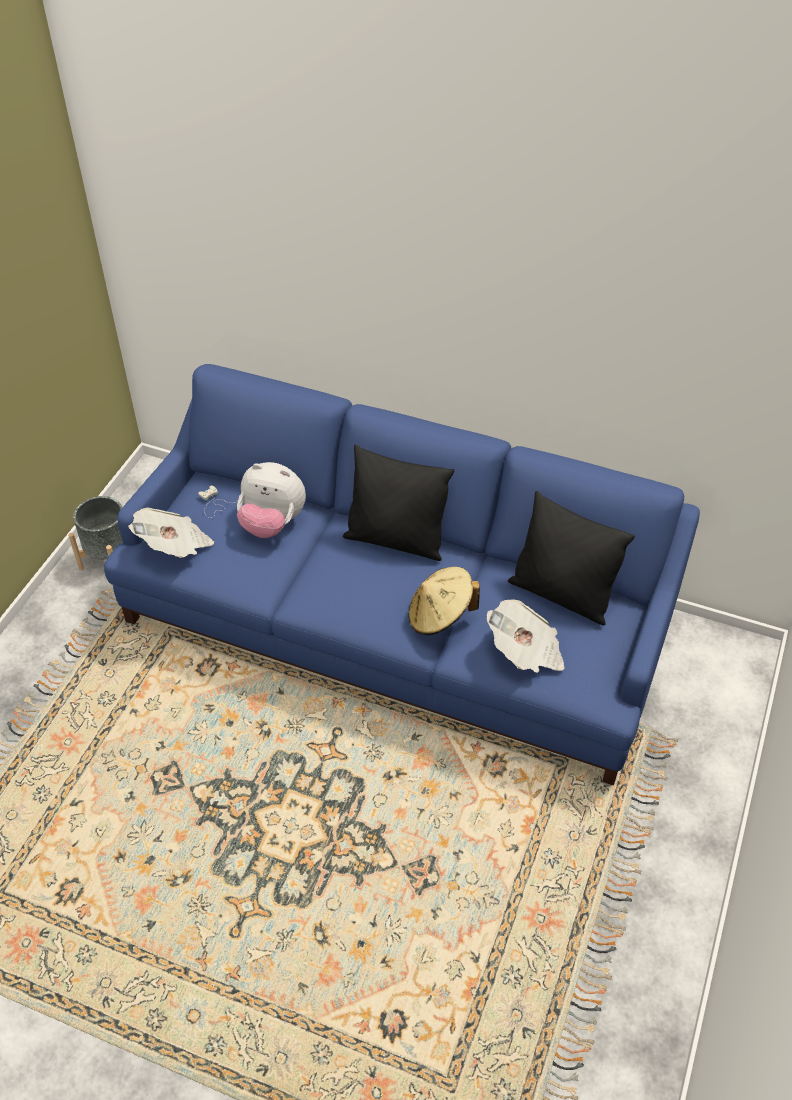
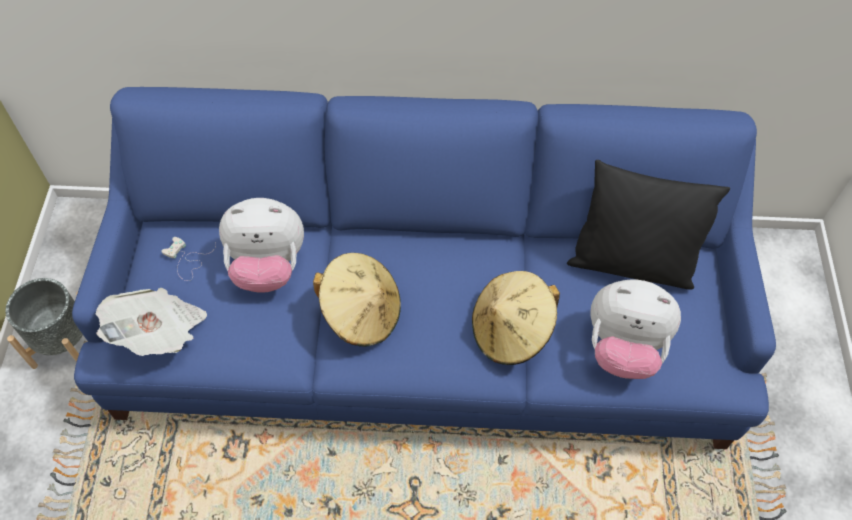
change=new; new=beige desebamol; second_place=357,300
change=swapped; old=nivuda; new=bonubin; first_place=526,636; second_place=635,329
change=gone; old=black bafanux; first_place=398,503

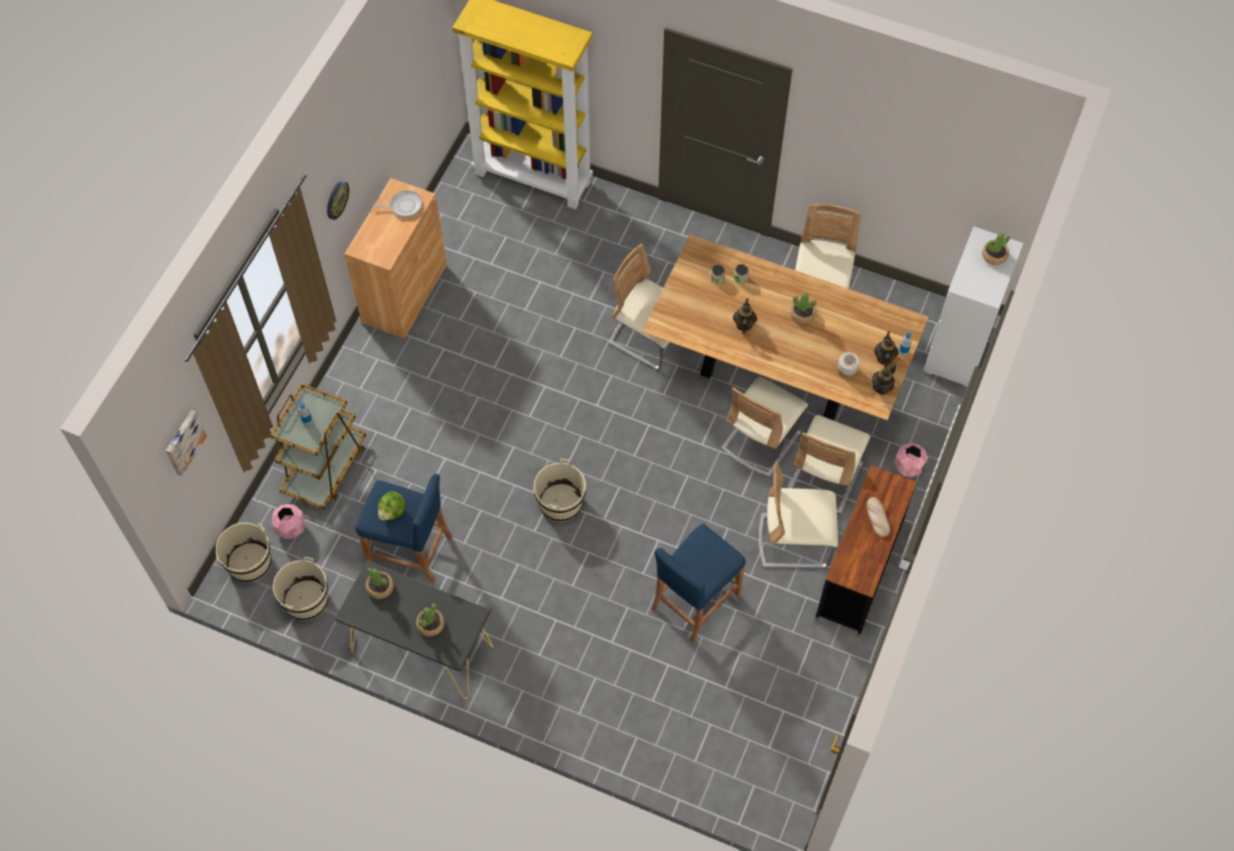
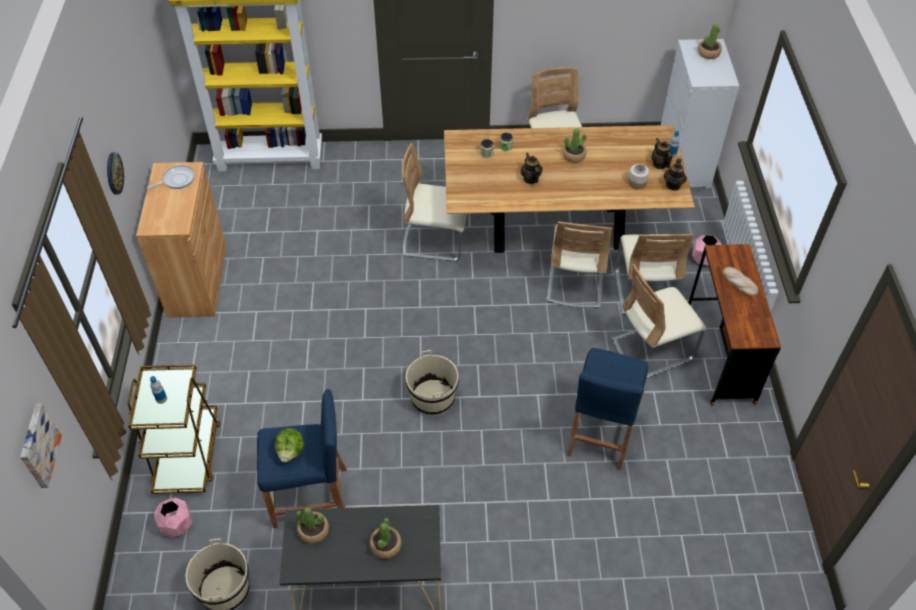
change=gone; old=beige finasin; first_place=243,553

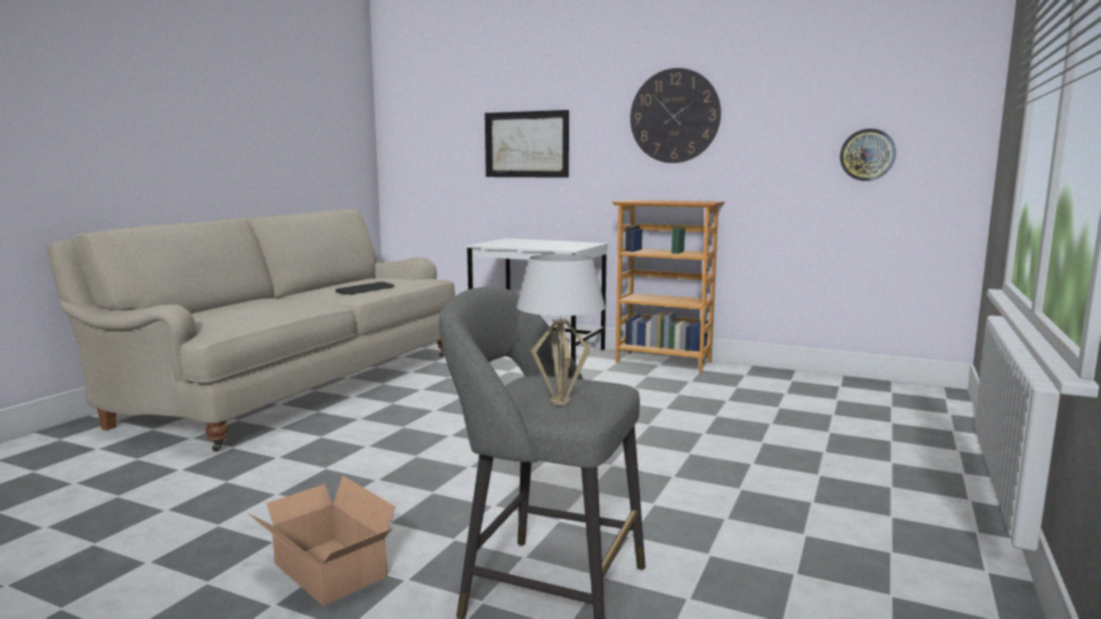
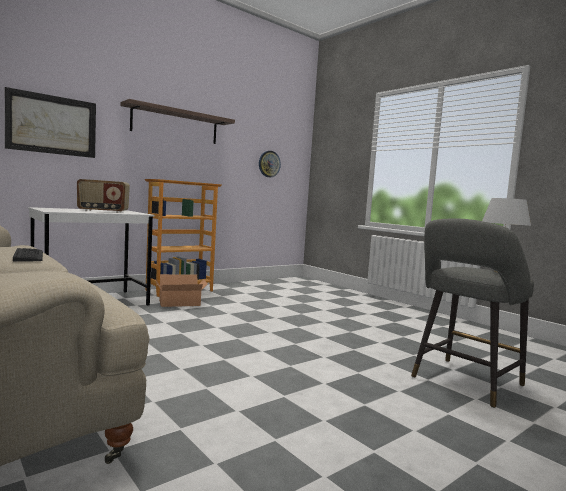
change=new; new=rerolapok; second_place=103,196
change=swapped; old=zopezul; new=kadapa; first_place=675,115; second_place=177,121
change=shifted; old=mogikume; first_place=321,541; second_place=181,290

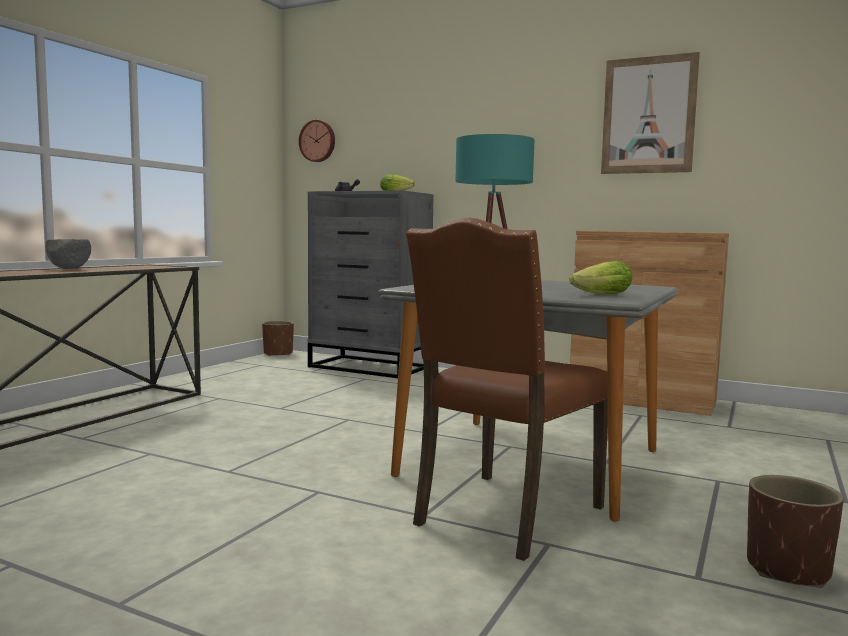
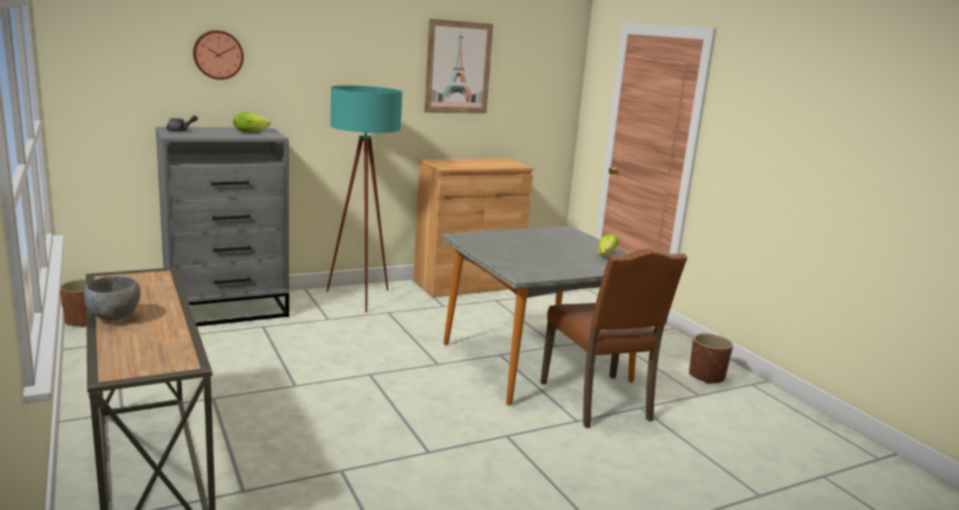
change=shifted; old=zopezul; first_place=317,141; second_place=218,55

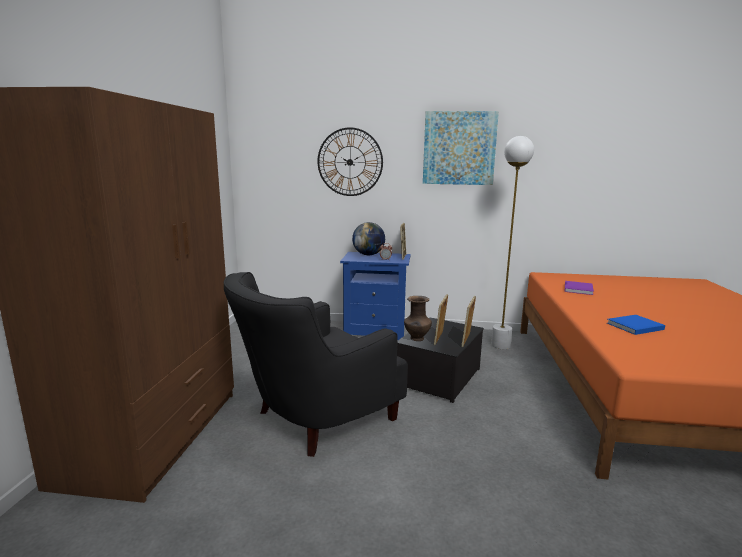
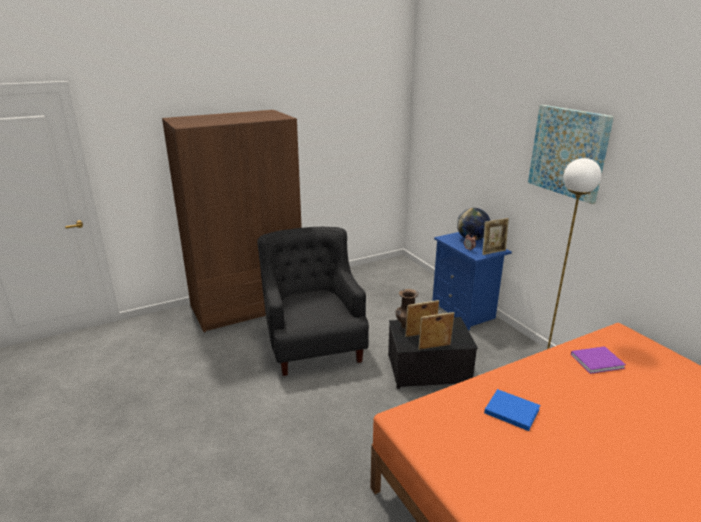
change=rotated; old=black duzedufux; first_place=316,364; second_place=313,301; degrees=60
change=gone; old=zopezul; first_place=350,161

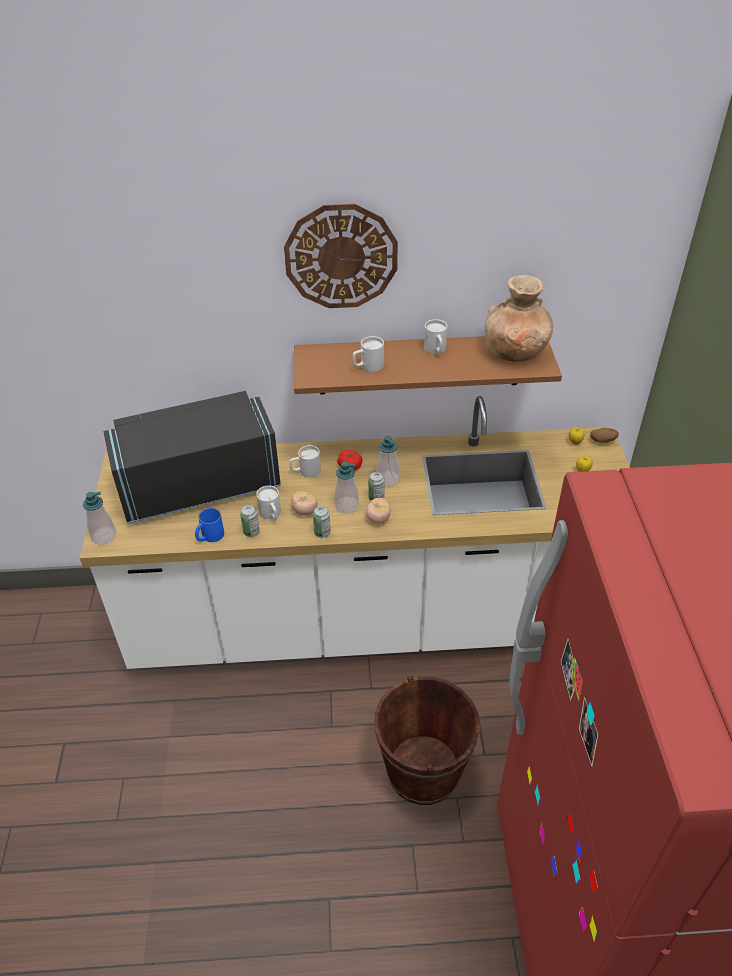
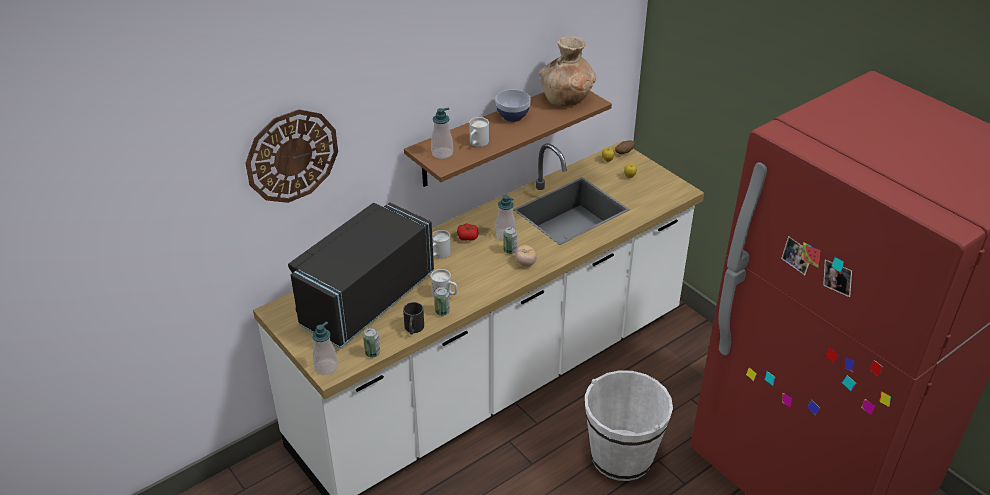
change=shifted; old=zopezul; first_place=341,256; second_place=291,156
change=shifted; old=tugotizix; first_place=322,522; second_place=371,342
change=repainted; old=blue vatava; new=black vatava; first_place=209,525; second_place=413,318
change=shifted; old=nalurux; first_place=347,487; second_place=442,133
change=swapped; old=white vatava; new=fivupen; first_place=435,336; second_place=513,106
change=repainted; old=brown finasin; new=white finasin; first_place=427,740; second_place=629,425
change=gone; old=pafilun; first_place=304,503

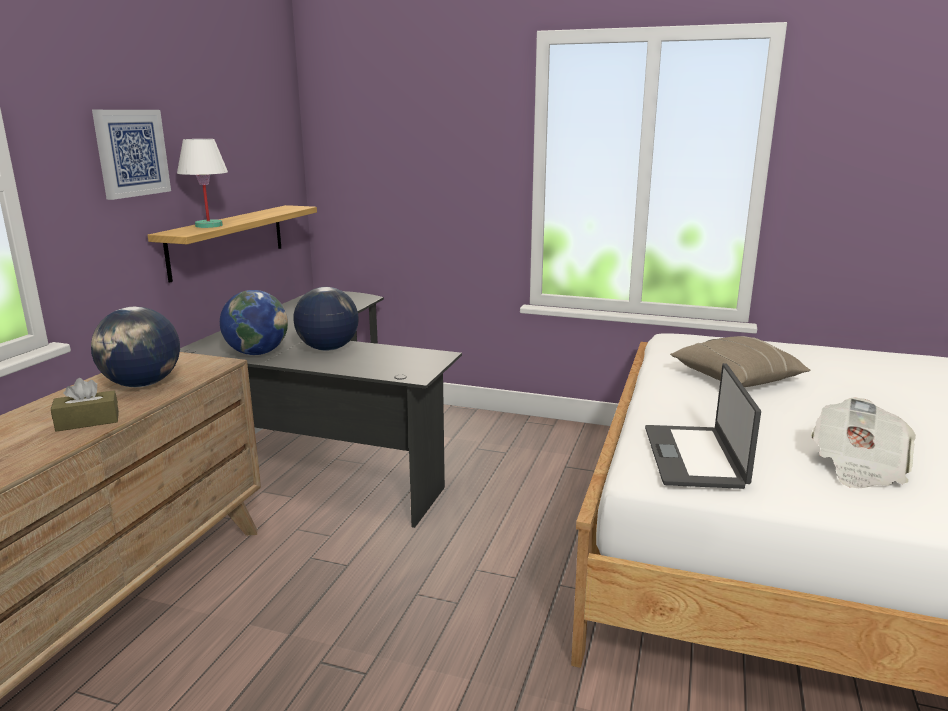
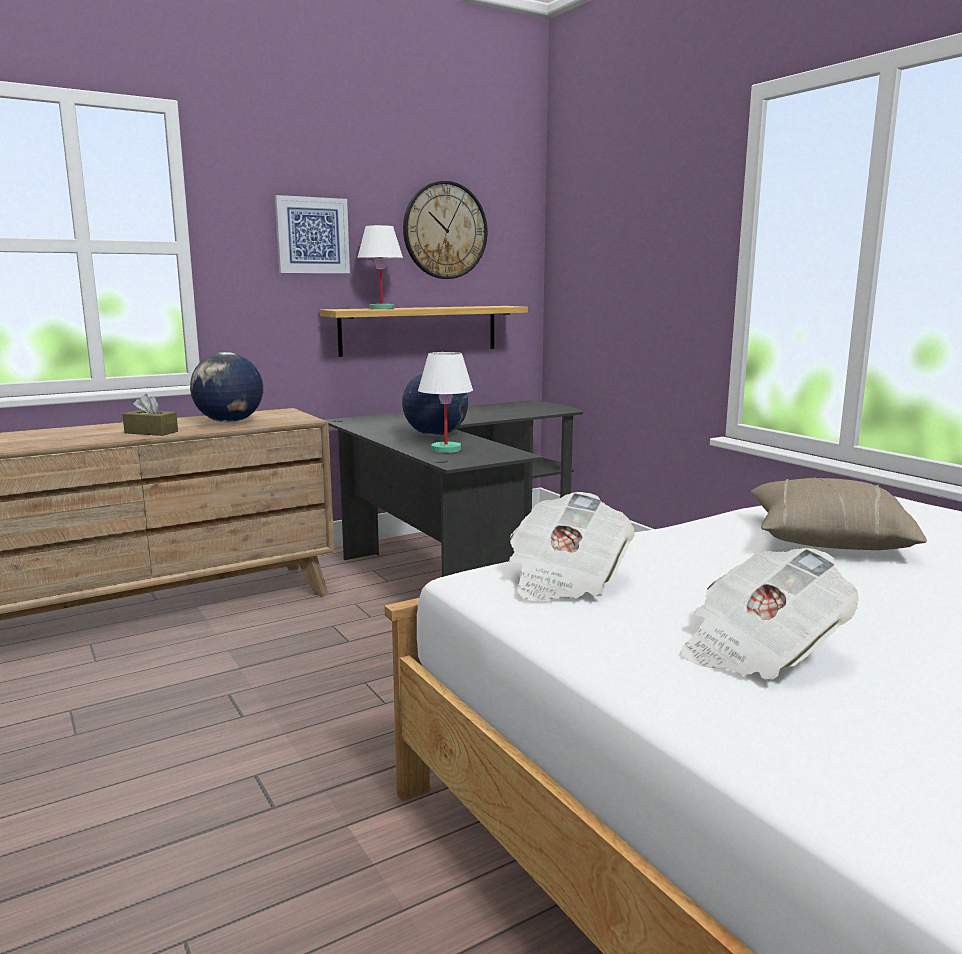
change=new; new=zopezul; second_place=445,230
change=new; new=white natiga; second_place=445,402
change=swapped; old=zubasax; new=nivuda; first_place=703,426; second_place=572,546
change=gone; old=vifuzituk; first_place=254,322

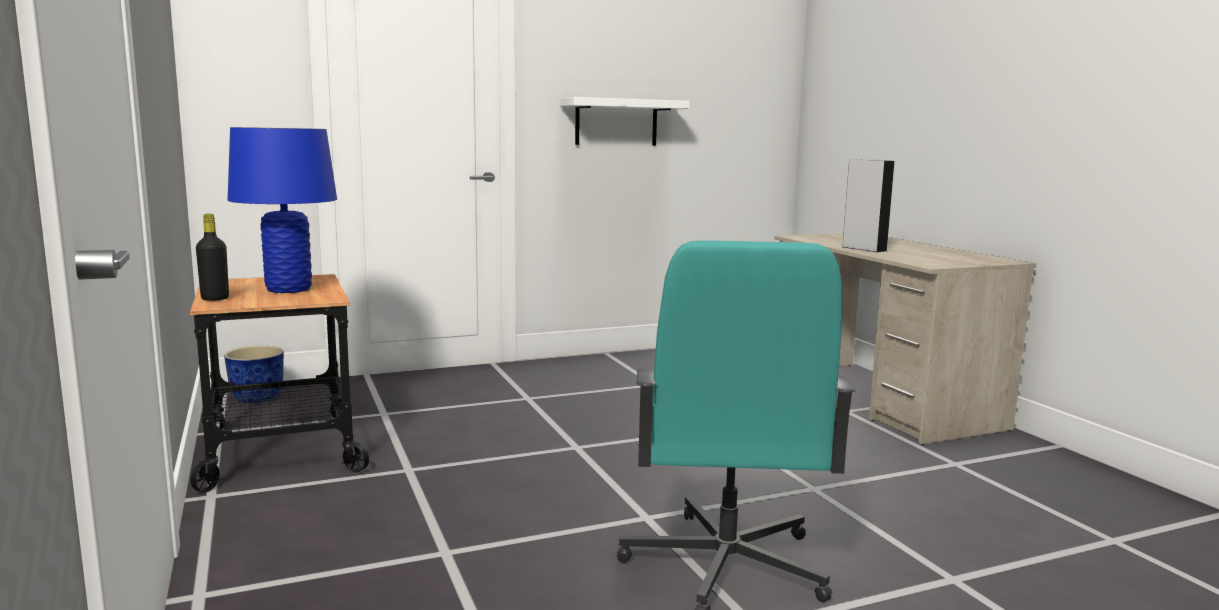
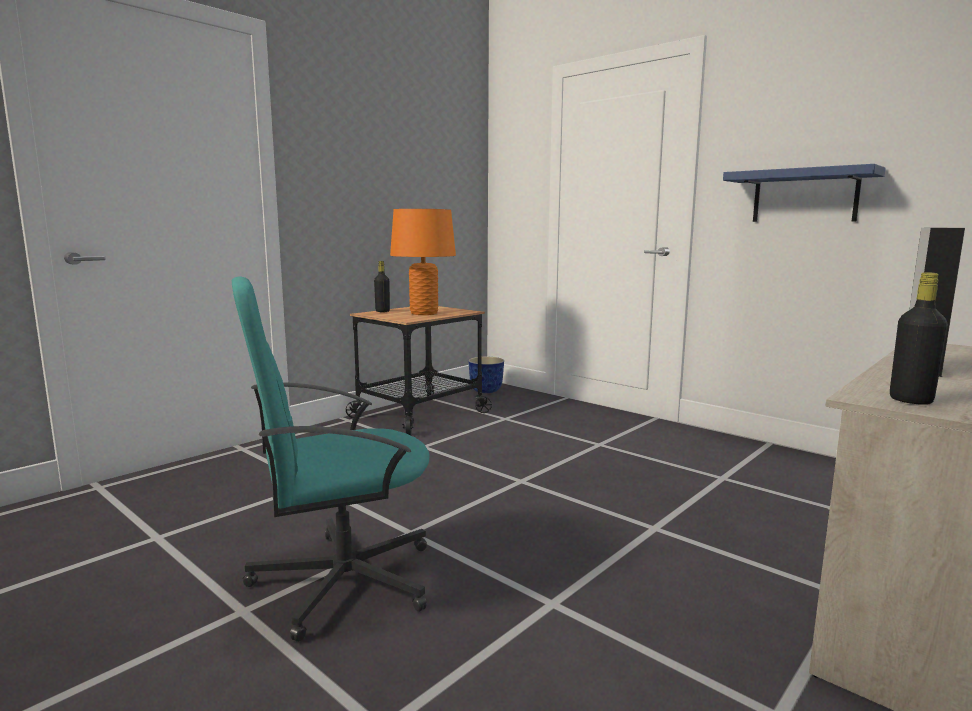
change=repainted; old=blue natiga; new=orange natiga; first_place=282,210; second_place=423,262
change=repainted; old=white kadapa; new=blue kadapa; first_place=625,121; second_place=804,193
change=new; new=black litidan; second_place=919,338

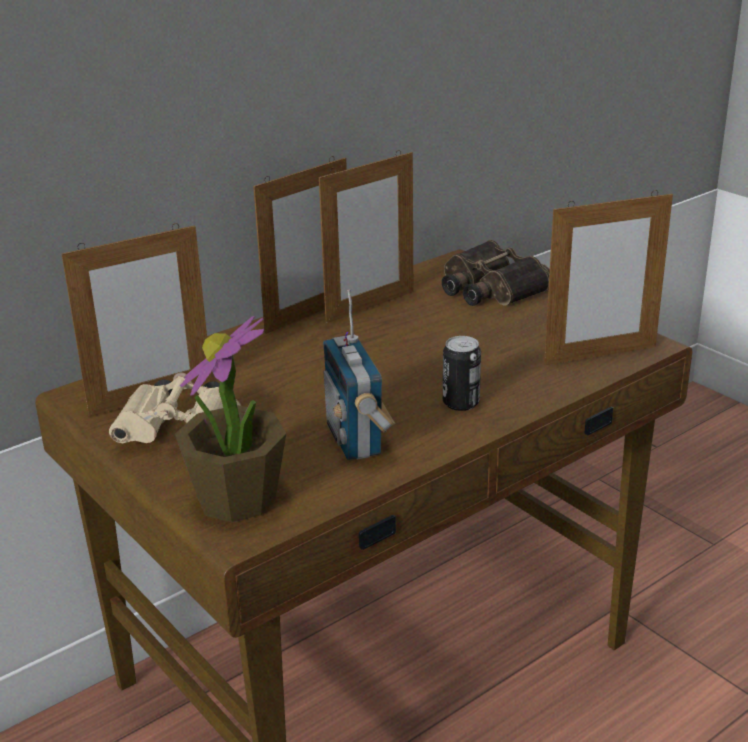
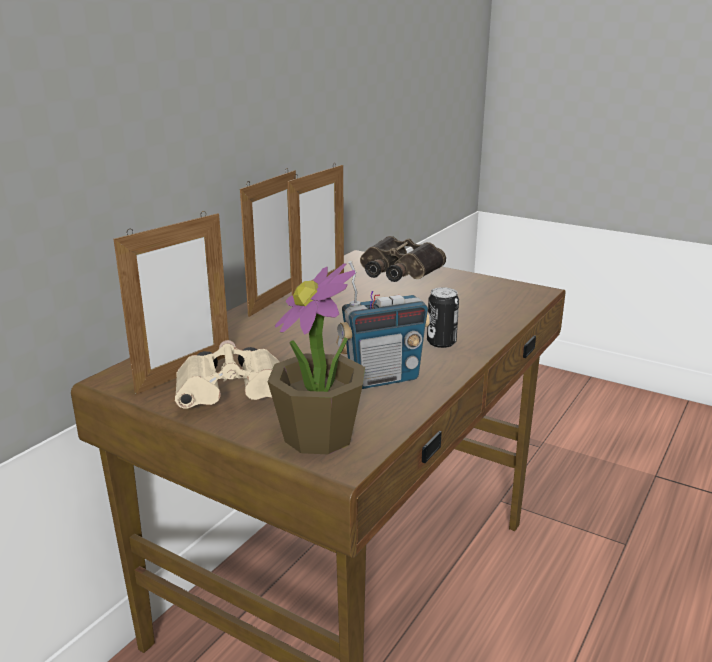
change=rotated; old=rerolapok; first_place=359,374; second_place=383,325; degrees=-75
change=gone; old=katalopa; first_place=608,277

